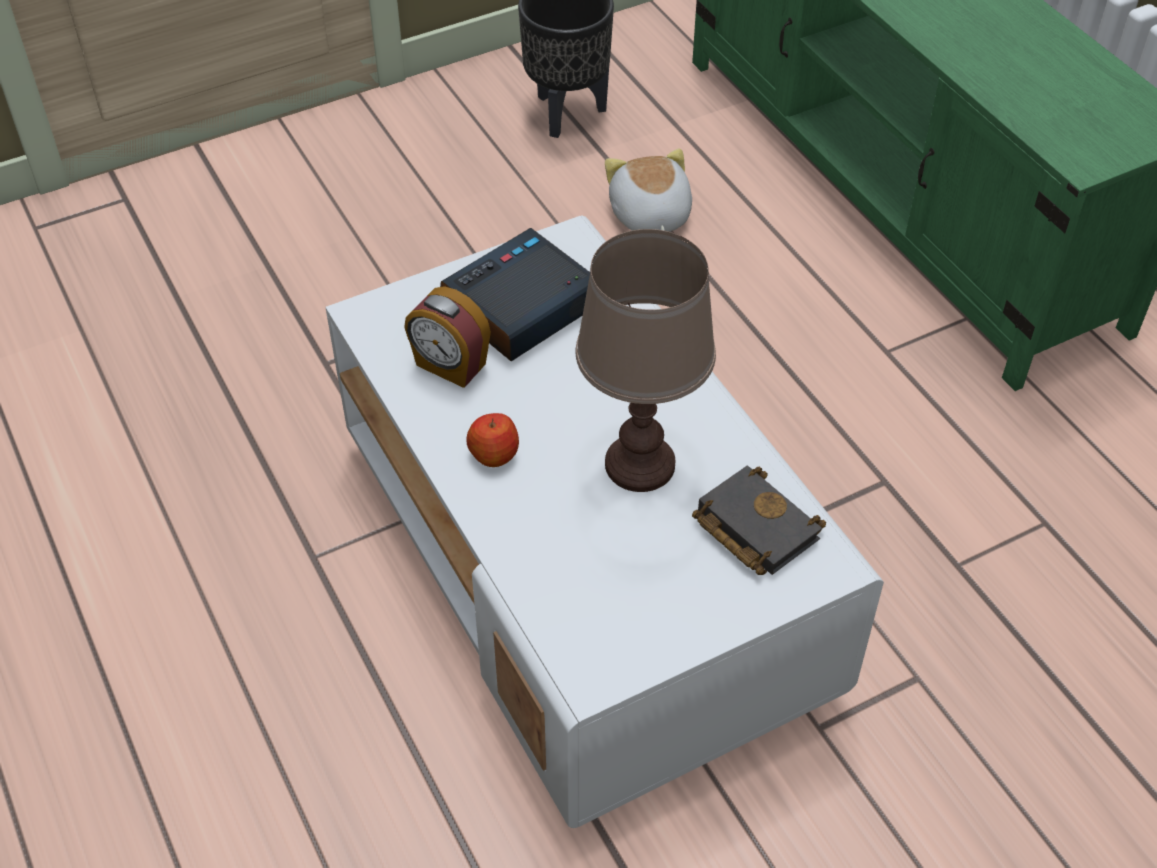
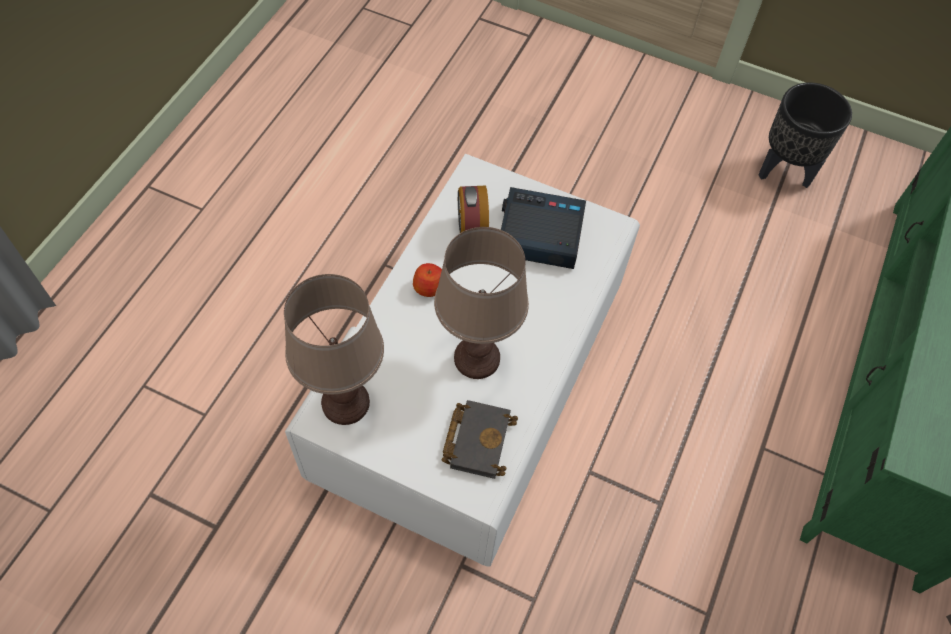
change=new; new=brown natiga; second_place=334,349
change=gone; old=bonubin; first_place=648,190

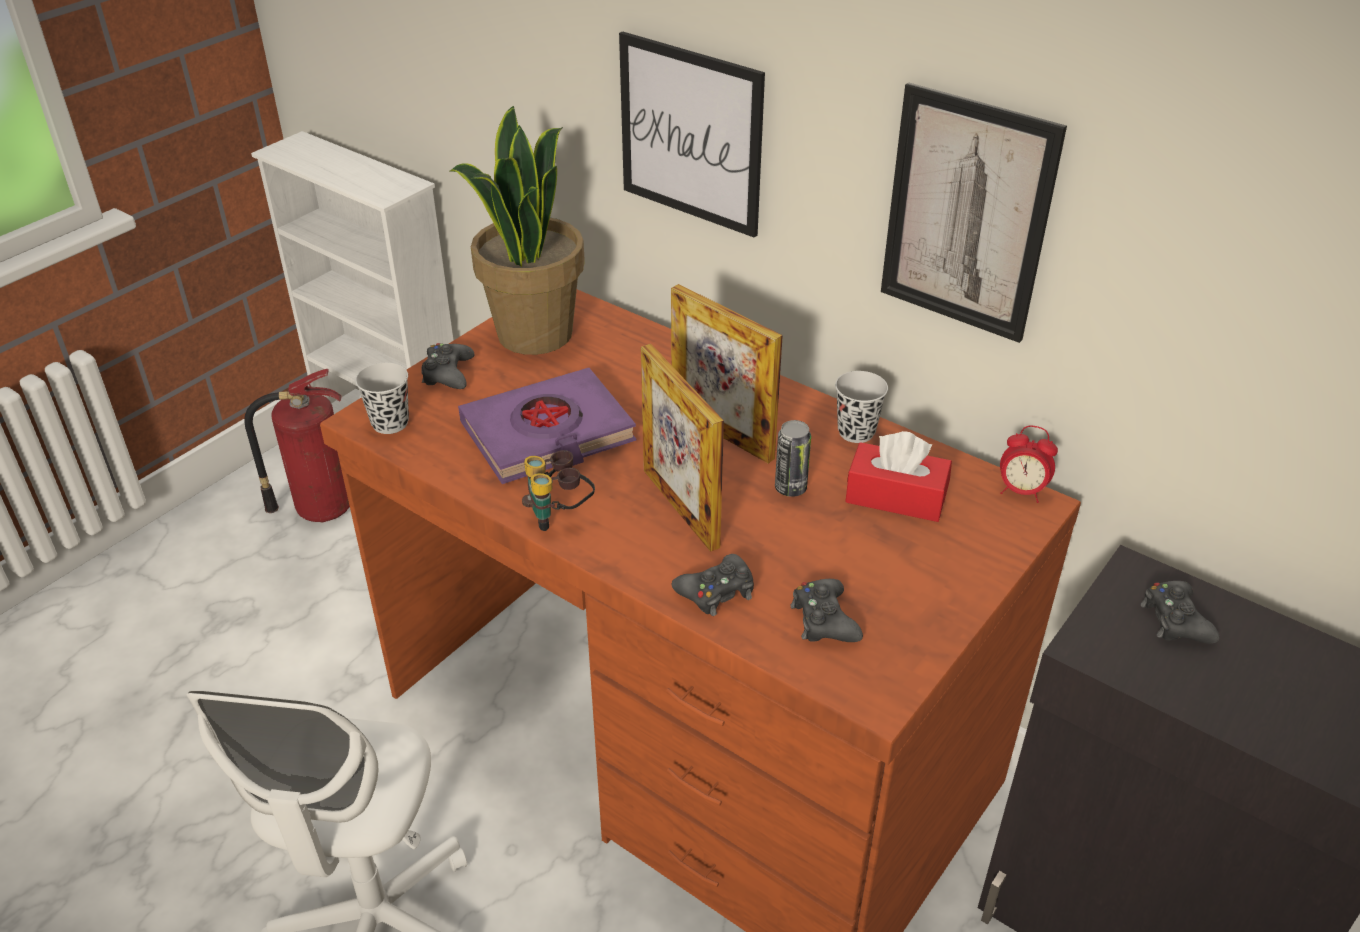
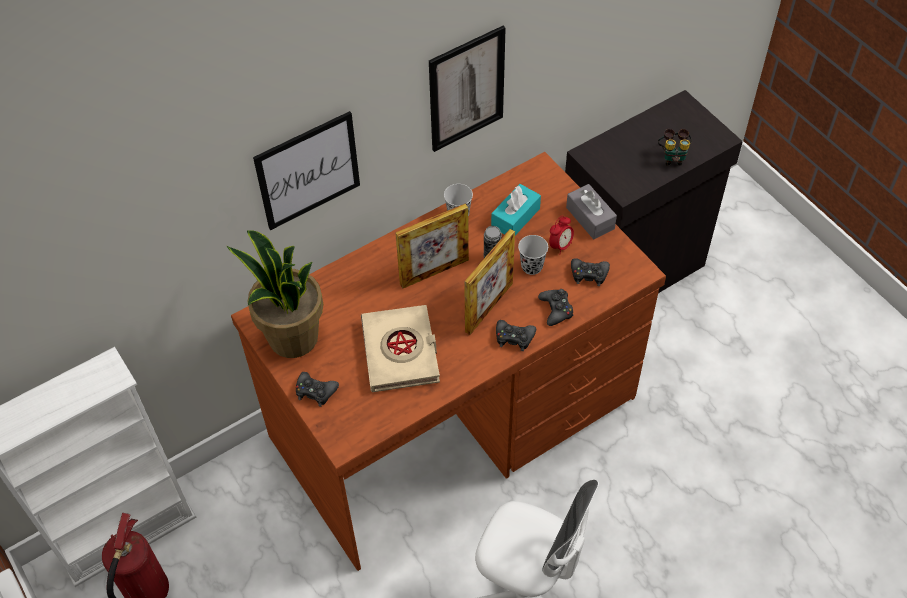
change=repainted; old=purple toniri; new=beige toniri; first_place=547,426; second_place=400,348
change=rotated; old=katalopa; first_place=682,448; second_place=489,282; degrees=-45
change=repainted; old=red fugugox; new=turquoise fugugox; first_place=898,476; second_place=516,209
change=shifted; old=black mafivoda; first_place=1180,612; second_place=516,335
change=shifted; old=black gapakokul; first_place=382,398; second_place=533,255
change=shifted; old=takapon; first_place=1029,464; second_place=561,235
change=new; new=grey fugugox; second_place=591,211
change=shifted; old=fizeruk; first_place=558,490; second_place=675,147

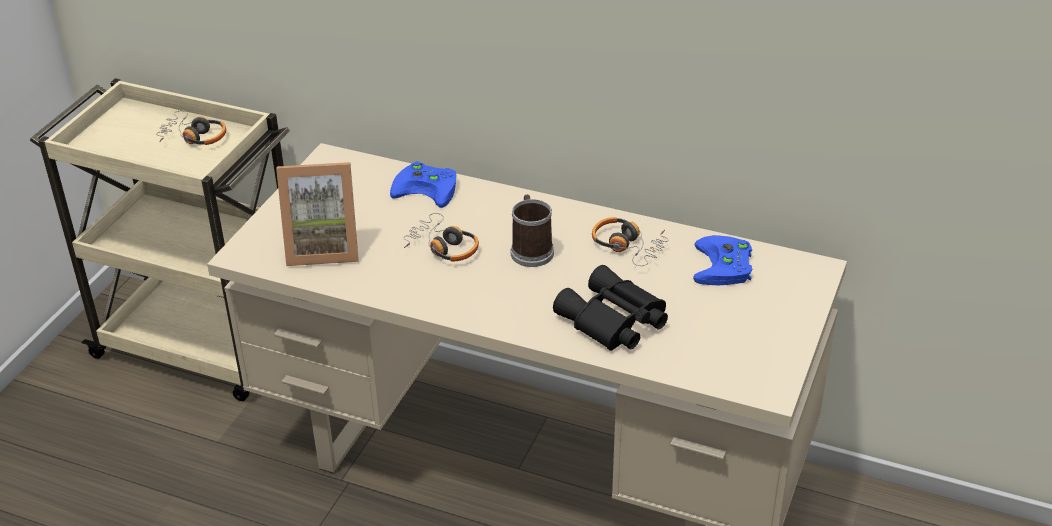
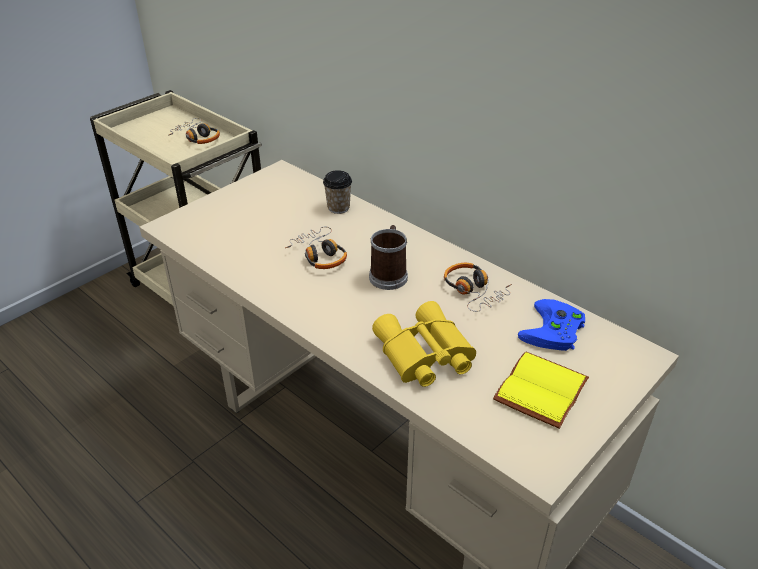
change=swapped; old=blue mafivoda; new=gapakokul; first_place=423,184; second_place=337,192
change=repainted; old=black fizeruk; new=yellow fizeruk; first_place=610,308; second_place=424,344
change=new; new=yellow toniri; second_place=541,390
change=gone; old=katalopa; first_place=317,214

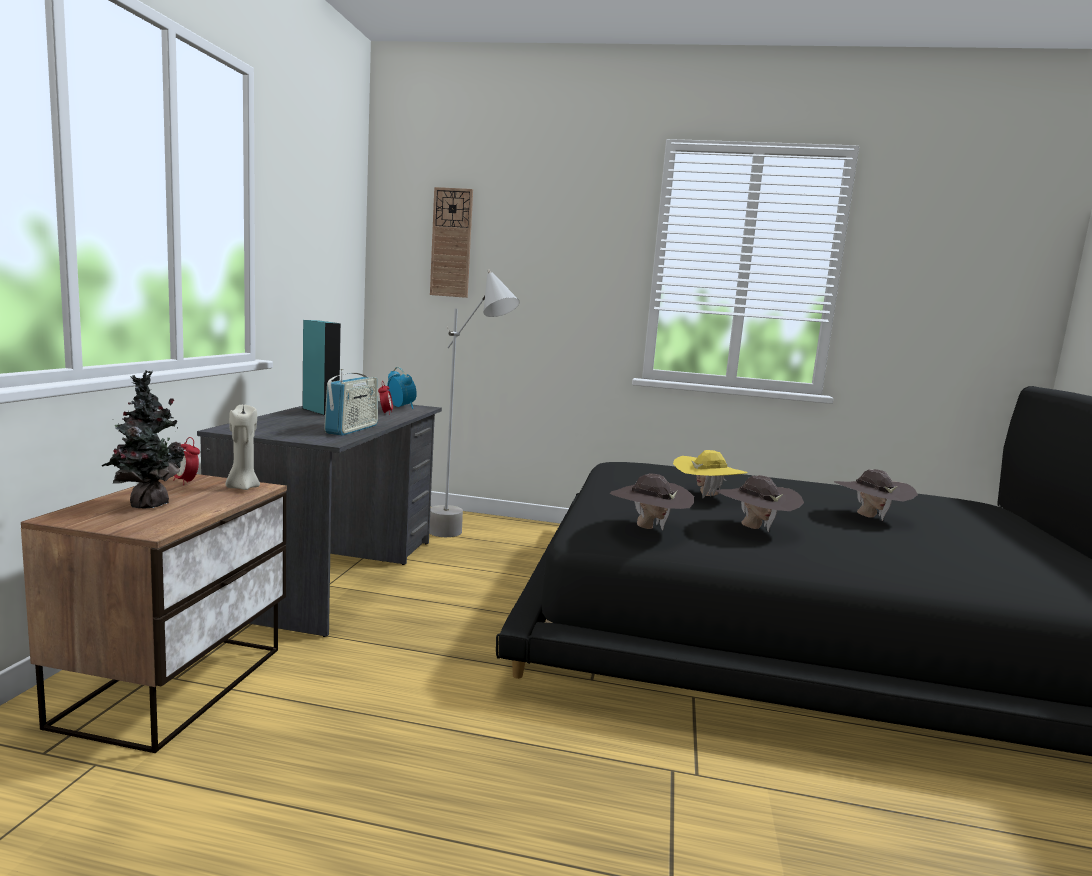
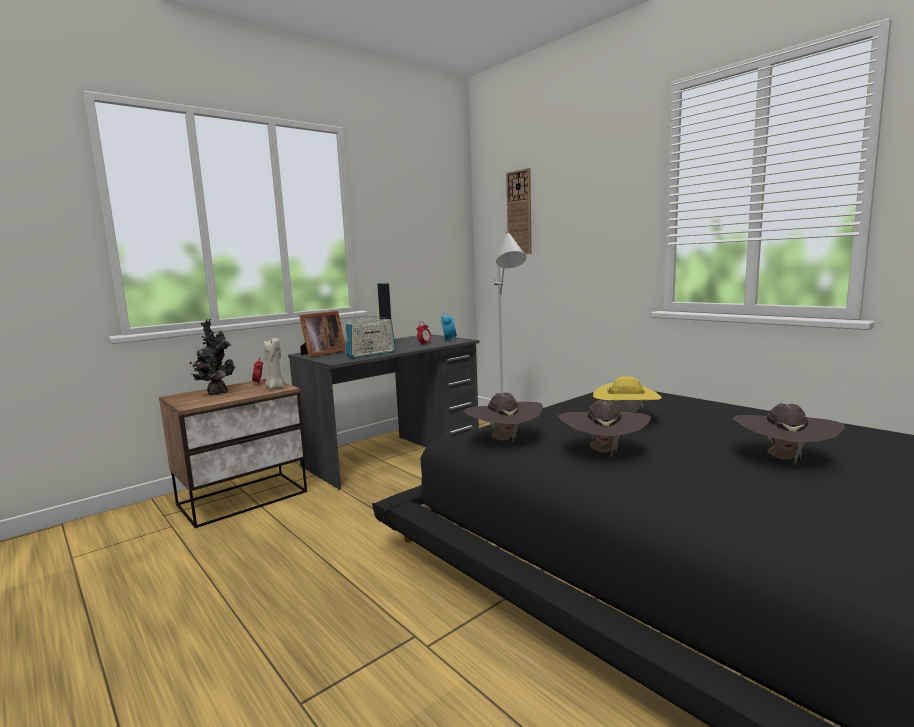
change=new; new=katalopa; second_place=322,334

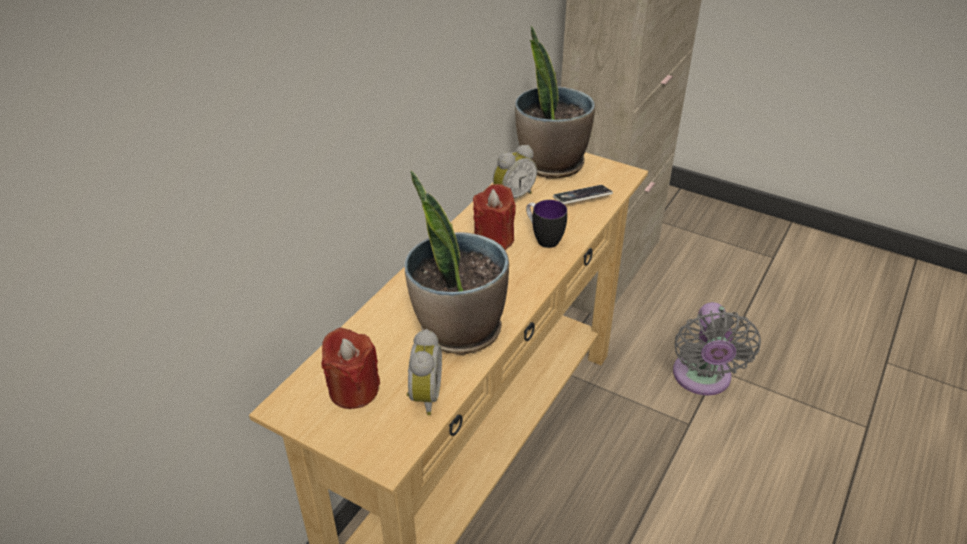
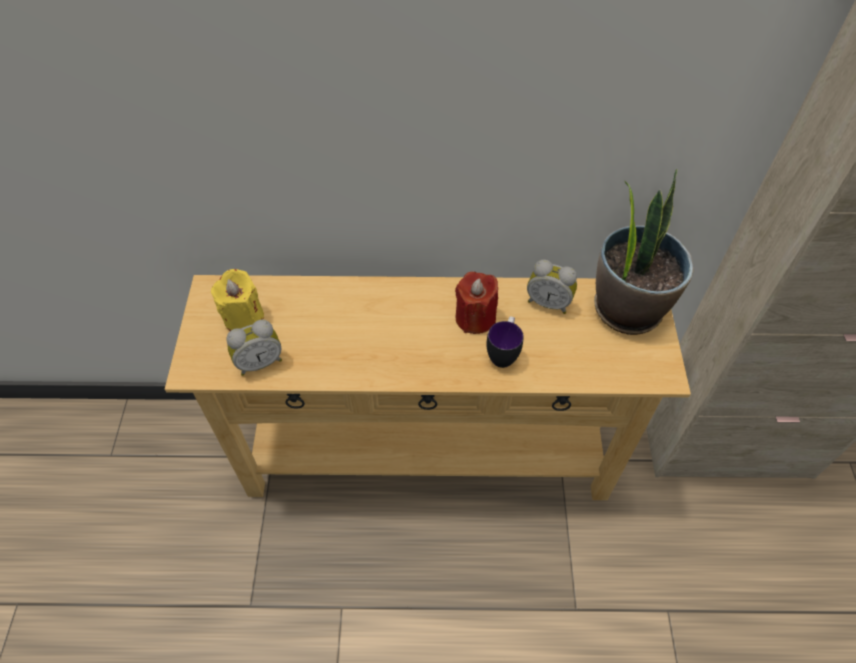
change=repainted; old=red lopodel; new=yellow lopodel; first_place=350,368; second_place=237,300
change=gone; old=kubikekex; first_place=456,262
change=gone; old=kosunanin; first_place=583,194
change=gone; old=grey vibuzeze; first_place=717,349

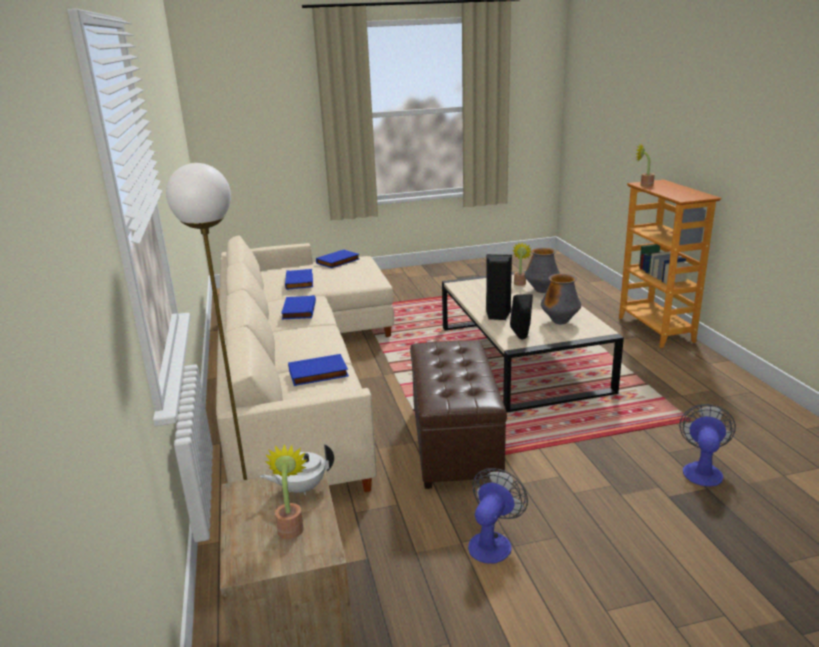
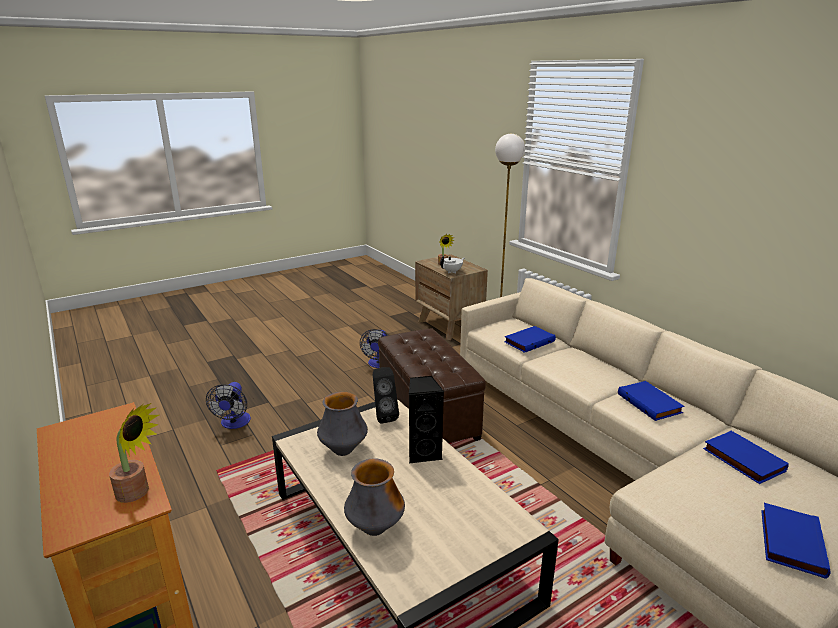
change=gone; old=kubikekex; first_place=522,264

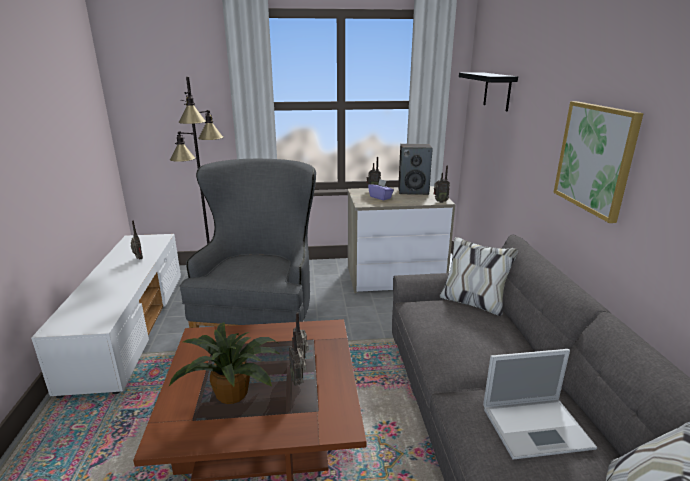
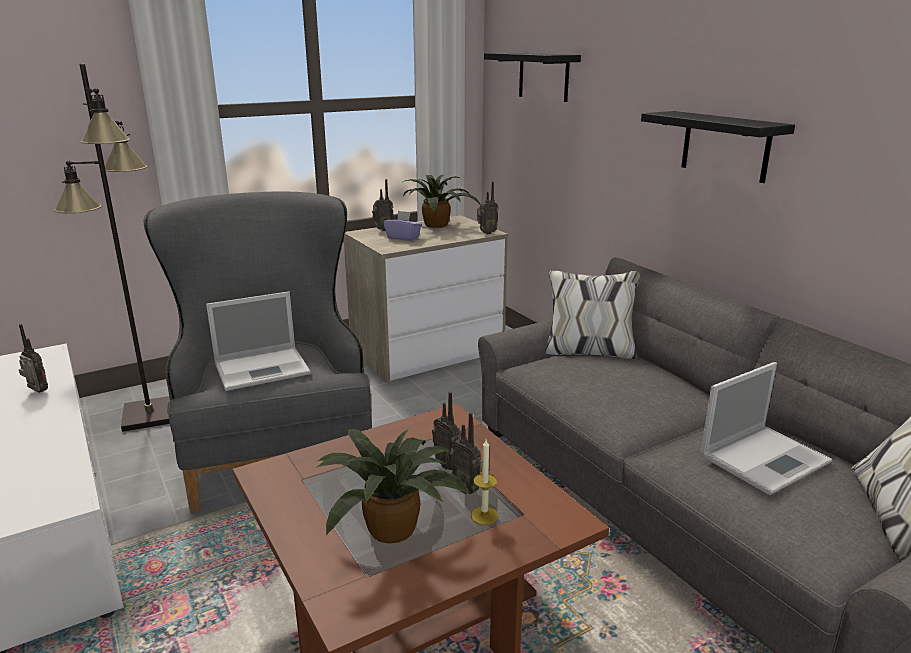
change=new; new=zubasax; second_place=258,341
change=swapped; old=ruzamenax; new=kubikekex; first_place=415,169; second_place=442,201
change=new; new=lopodel; second_place=485,482
change=swapped; old=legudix; new=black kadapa; first_place=598,162; second_place=718,147

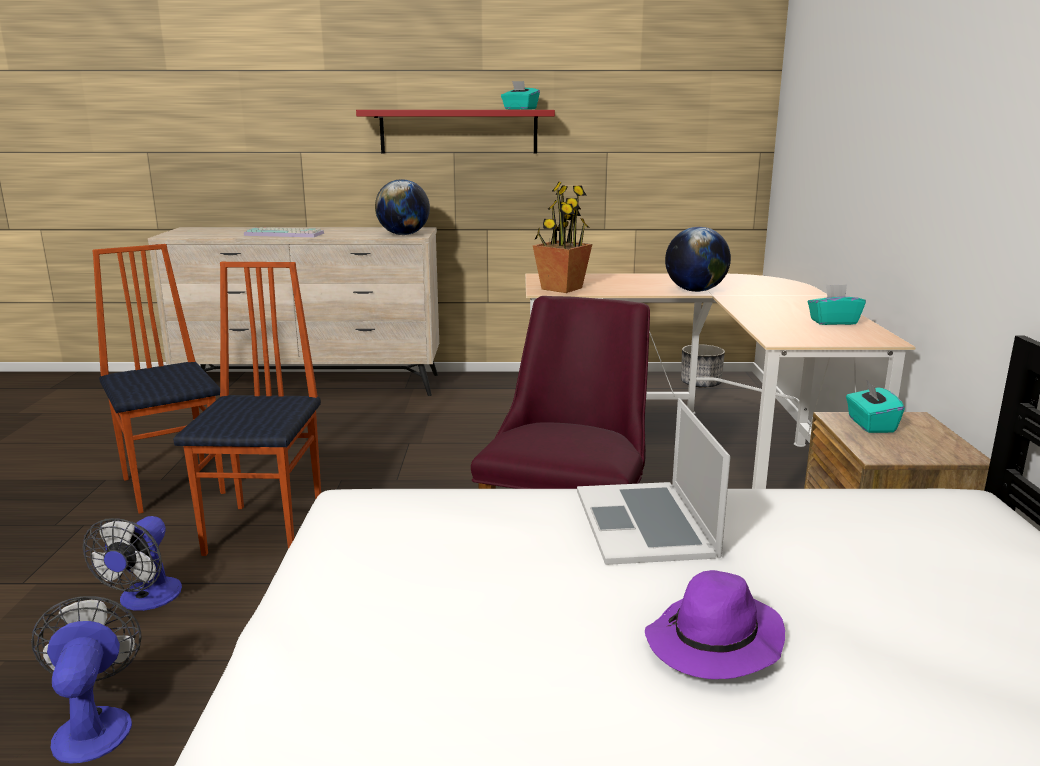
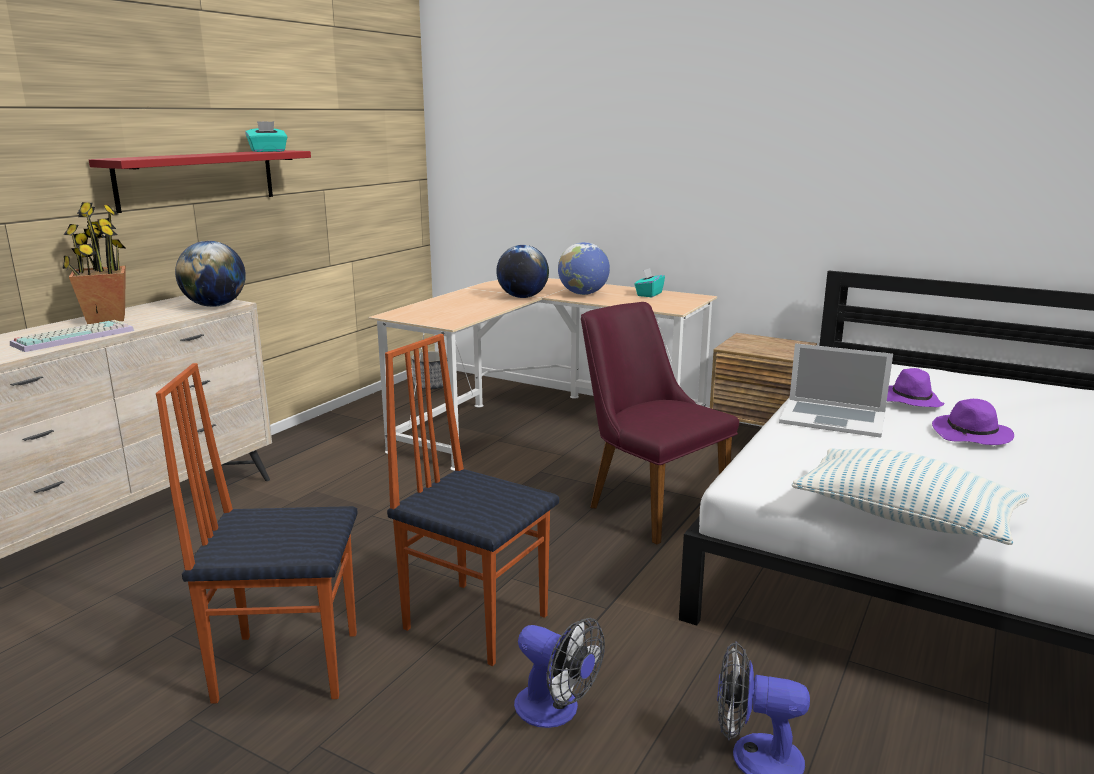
change=shifted; old=kubikekex; first_place=562,237; second_place=94,263
change=new; new=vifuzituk; second_place=584,268
change=new; new=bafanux; second_place=910,496
change=new; new=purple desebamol; second_place=915,387
change=gone; old=turquoise fugugox; first_place=875,407

